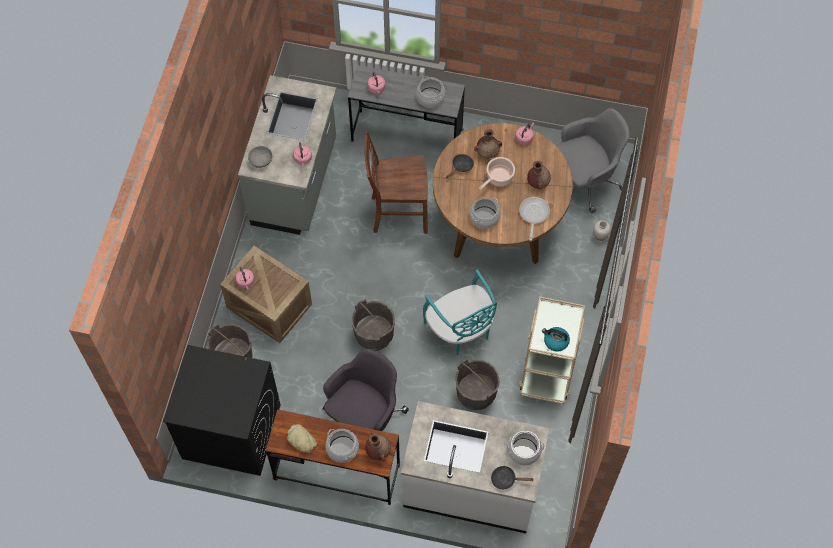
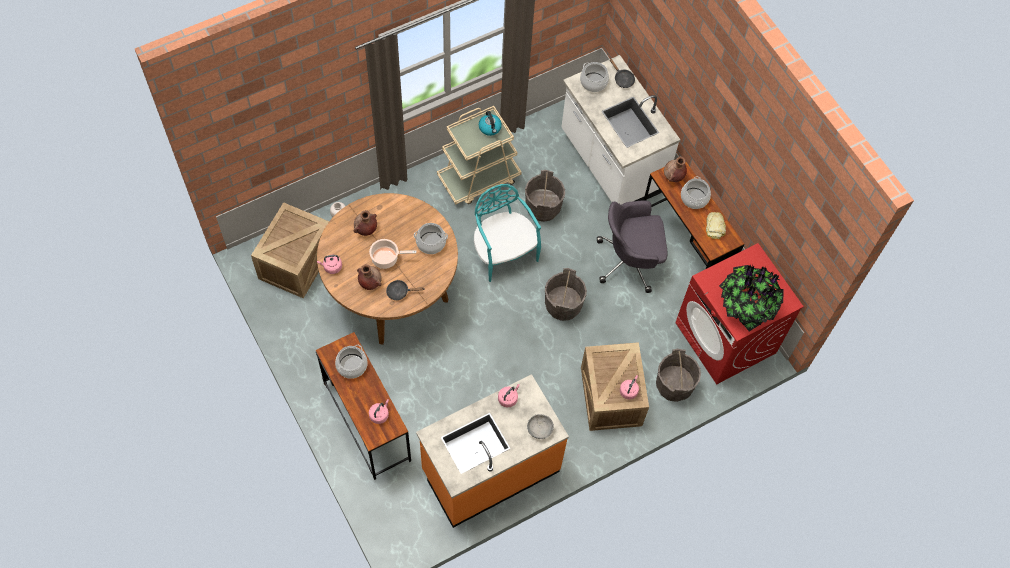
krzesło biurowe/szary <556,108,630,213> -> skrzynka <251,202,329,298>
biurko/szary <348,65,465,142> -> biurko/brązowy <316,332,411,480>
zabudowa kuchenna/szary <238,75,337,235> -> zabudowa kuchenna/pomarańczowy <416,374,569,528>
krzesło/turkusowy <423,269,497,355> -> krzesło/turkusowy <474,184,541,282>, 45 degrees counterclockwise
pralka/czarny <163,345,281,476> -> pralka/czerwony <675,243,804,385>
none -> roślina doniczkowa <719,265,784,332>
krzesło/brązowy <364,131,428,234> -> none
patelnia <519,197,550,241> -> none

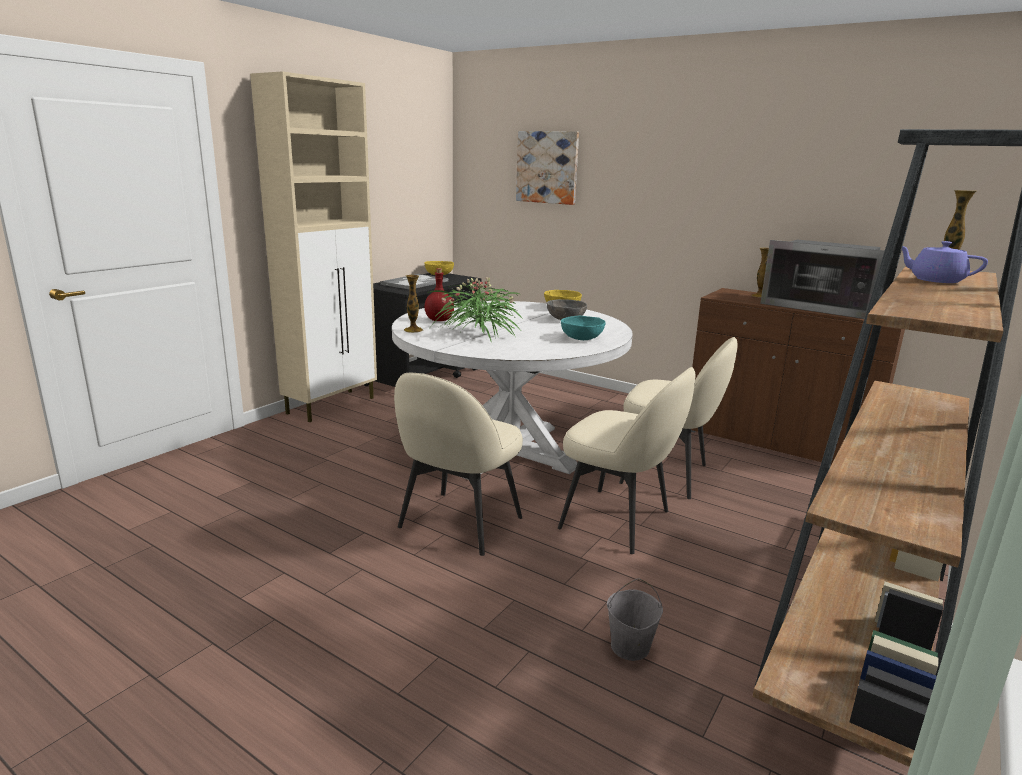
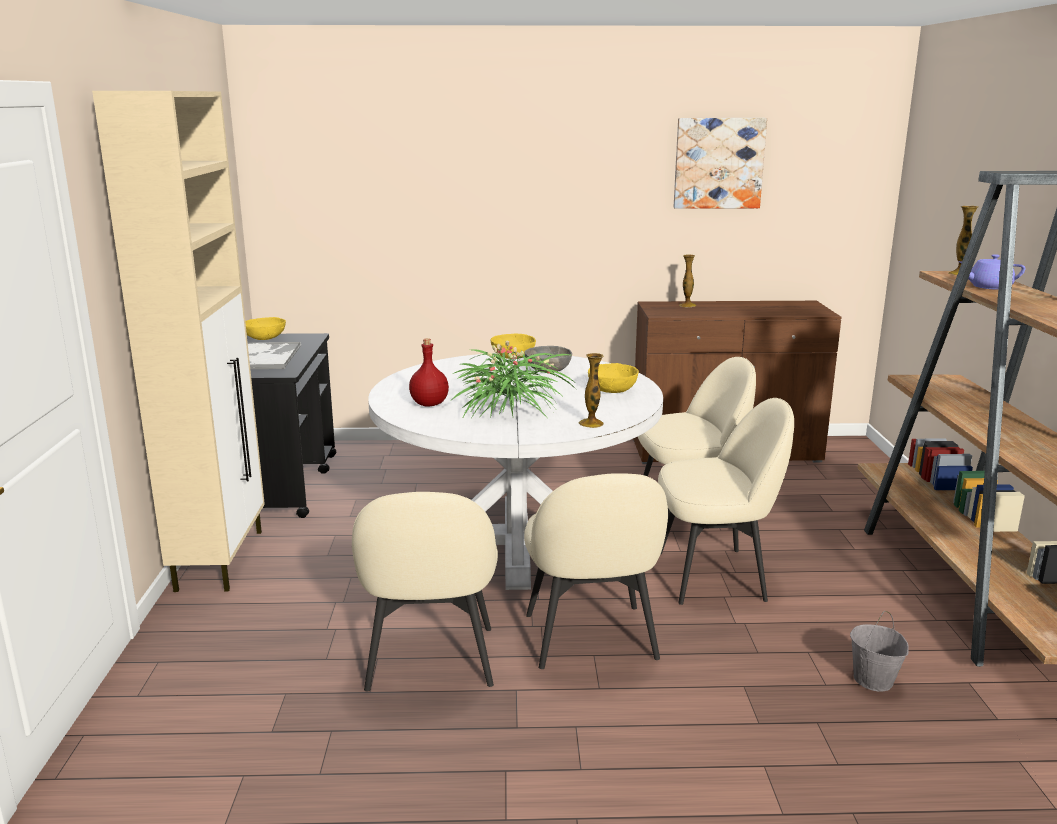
none -> krzesło/beżowy <352,492,498,691>
wazon <404,275,423,333> -> wazon <579,353,604,428>, shifted
miska/turkusowy <561,316,606,340> -> miska/żółty <588,363,639,393>
obraz <516,131,579,205> -> obraz <674,118,767,209>, shifted
mikrofalówka <760,240,885,319> -> none

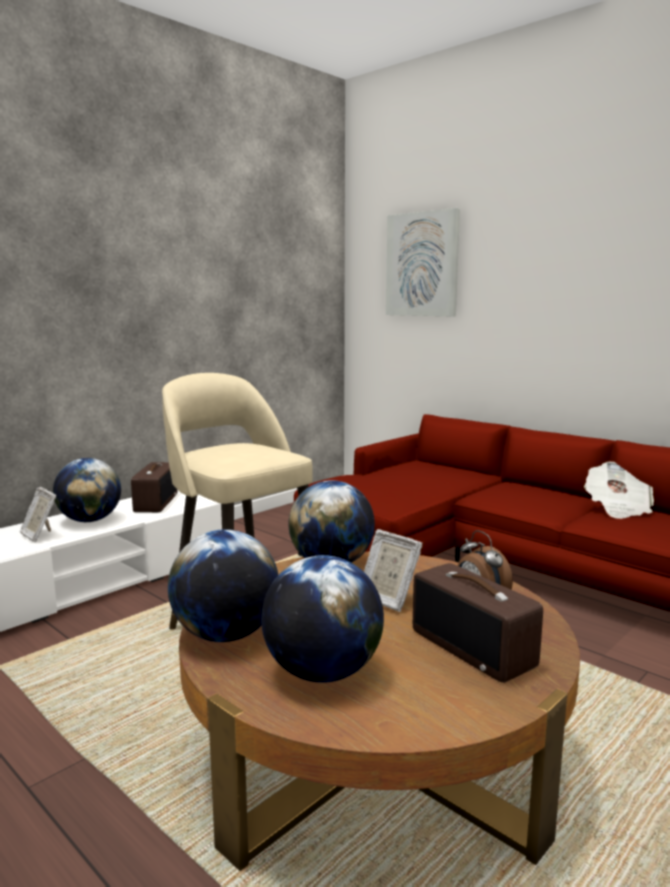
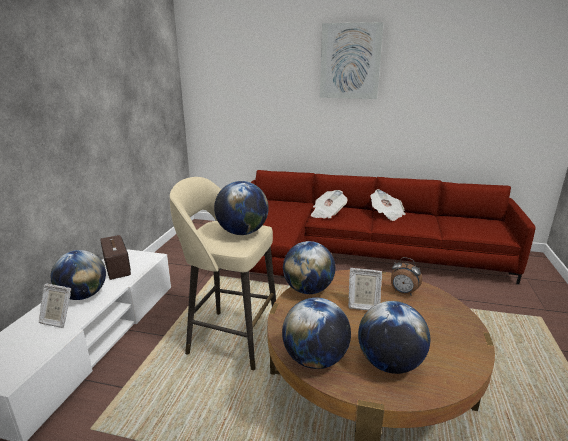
none -> globus <214,181,269,235>
none -> gazeta <311,190,347,218>
obraz <386,208,460,317> -> obraz <320,22,384,99>, shifted
radio <413,563,543,683> -> none

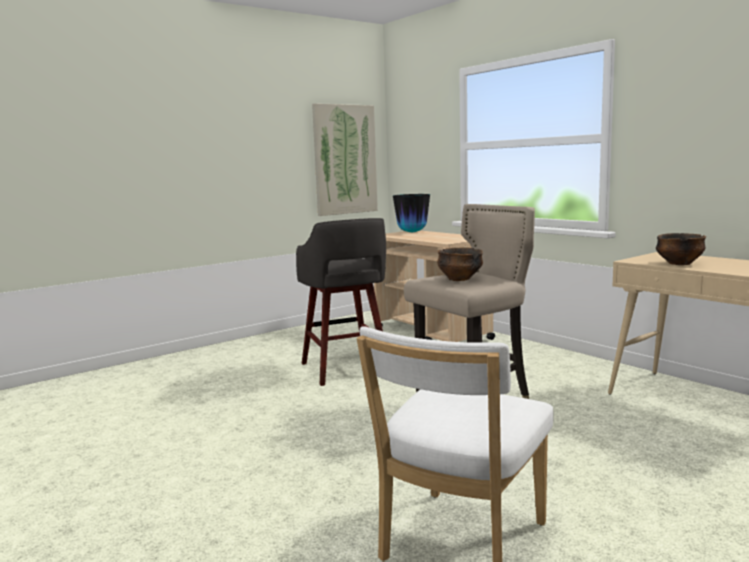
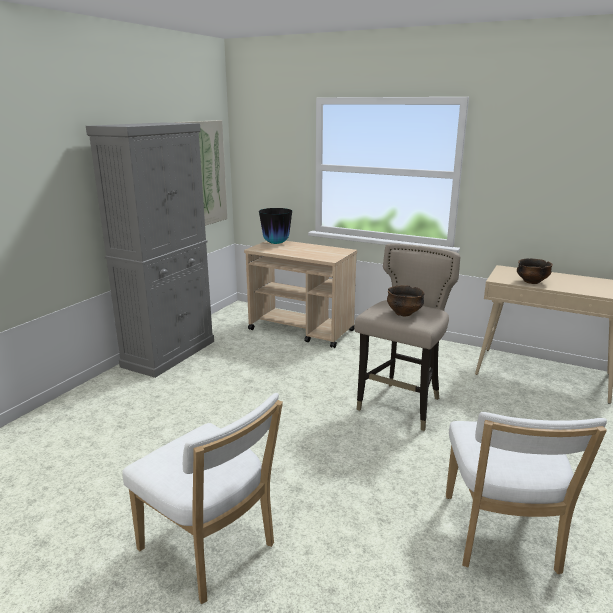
none -> szafka/szary <86,123,214,378>
none -> krzesło/biały <122,393,283,604>
stołek/szary <296,218,386,386> -> none

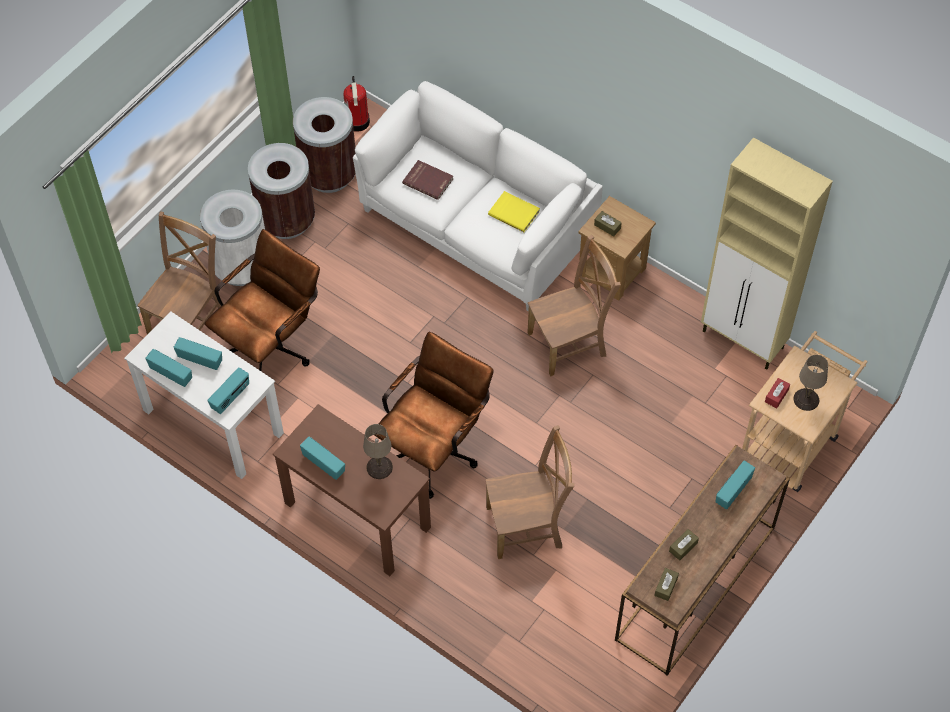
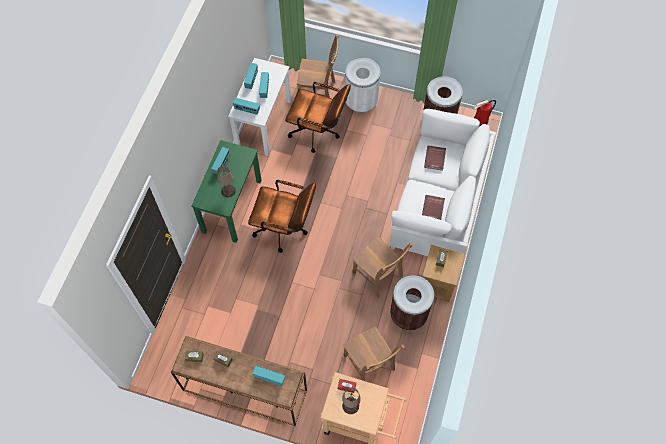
biurko/brązowy <273,404,431,576> -> biurko/zielony <191,140,262,243>
krzesło/brązowy <485,425,574,559> -> krzesło/brązowy <343,326,405,381>, shifted
kosz na śmieci/brązowy <248,143,315,239> -> kosz na śmieci/brązowy <390,275,434,331>, shifted
książka/żółty <488,191,540,232> -> książka/czerwony <422,195,445,220>
szafka/beżowy <701,137,833,369> -> none

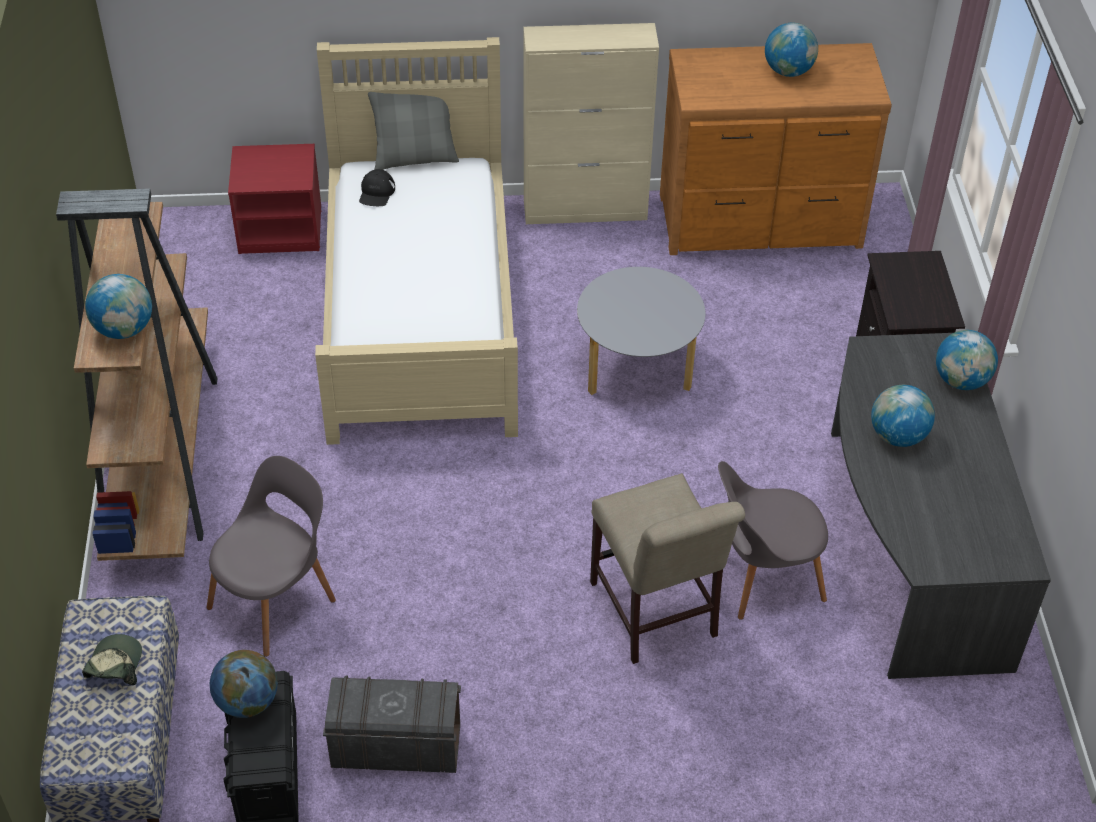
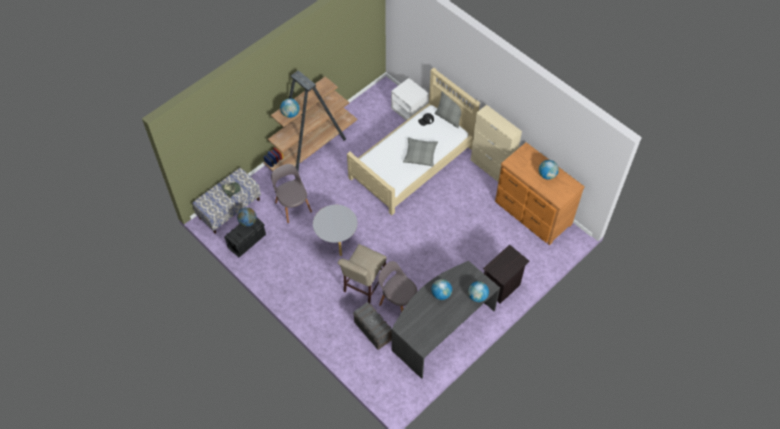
krzesło/szary <207,456,336,657> -> krzesło/szary <271,164,312,223>, 120 degrees counterclockwise
ława/szary <577,267,705,395> -> ława/szary <313,205,358,256>, shifted
pojemnik do przechowywania/szary <323,676,461,773> -> pojemnik do przechowywania/szary <353,302,392,350>, shifted
szafka nocna/czerwony <228,144,322,254> -> szafka nocna/biały <391,78,429,120>
none -> poduszka/szary <403,138,438,167>

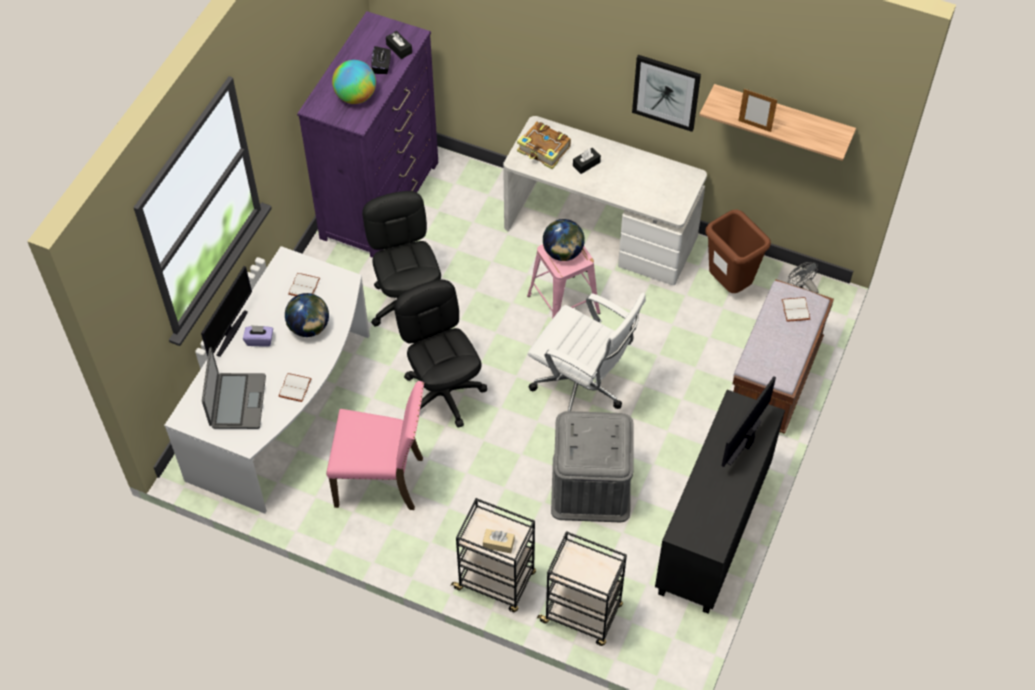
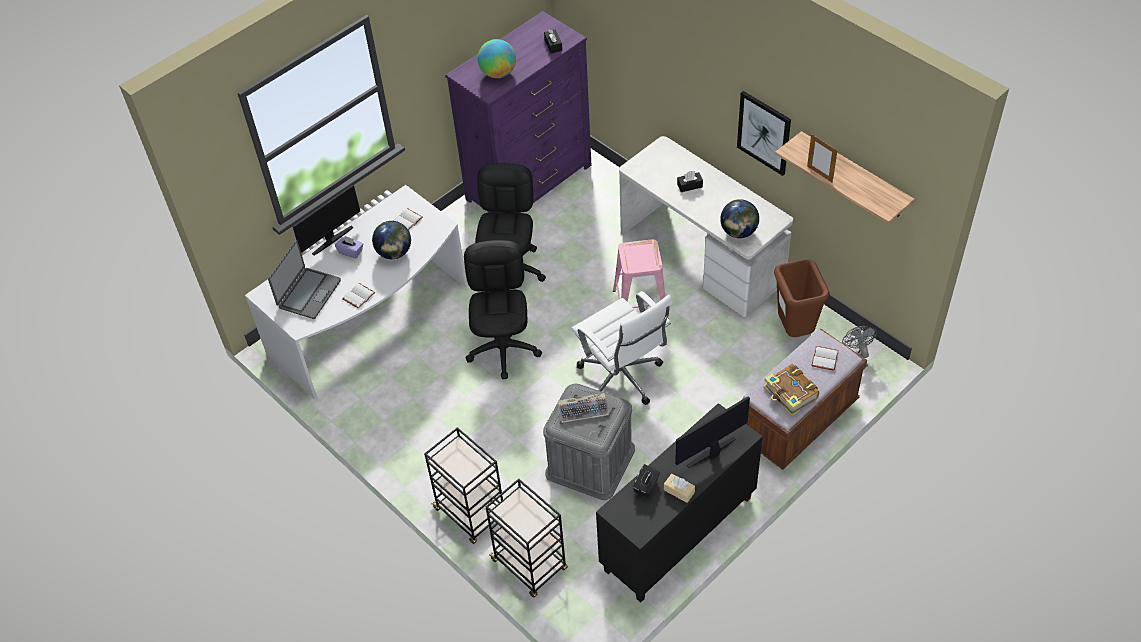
none -> klawiatura <558,393,609,423>
pudełko chusteczek/czarny <371,46,391,74> -> pudełko chusteczek/czarny <633,464,660,497>, shifted
pudełko chusteczek/beżowy <483,529,515,553> -> pudełko chusteczek/beżowy <664,474,695,503>, shifted
globus <543,219,585,261> -> globus <720,199,759,238>, shifted
książka <517,122,571,169> -> książka <764,364,820,416>, shifted
krzesło/różowy <326,381,424,510> -> none

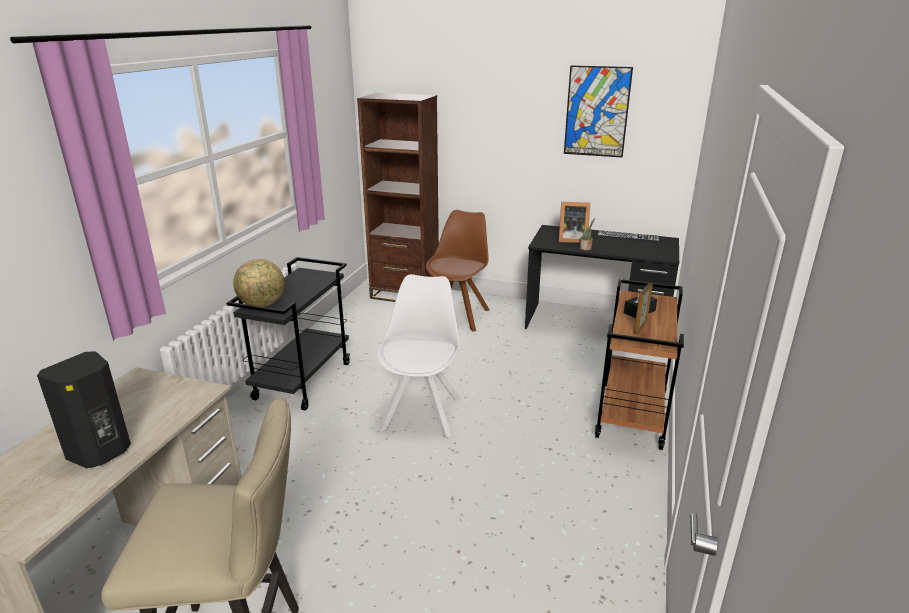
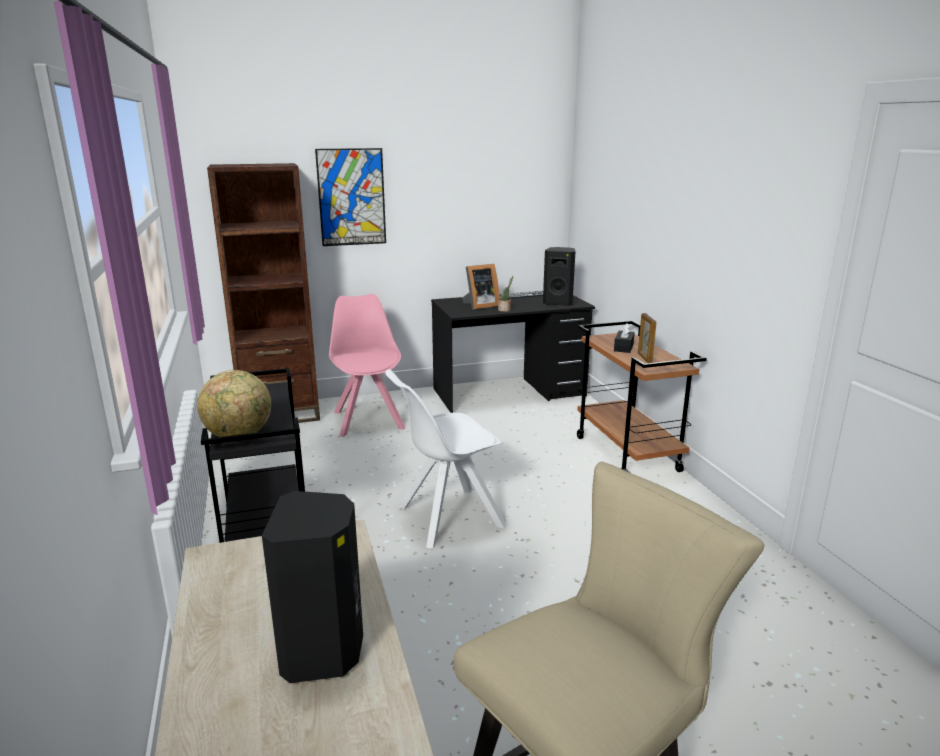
obraz <564,66,633,158> -> obraz <315,148,386,246>, shifted
krzesło/brązowy <426,210,489,332> -> krzesło/różowy <329,294,405,437>
krzesło/biały <378,274,460,438> -> krzesło/biały <386,369,507,549>, 90 degrees counterclockwise
none -> głośnik/czarny <543,247,575,306>

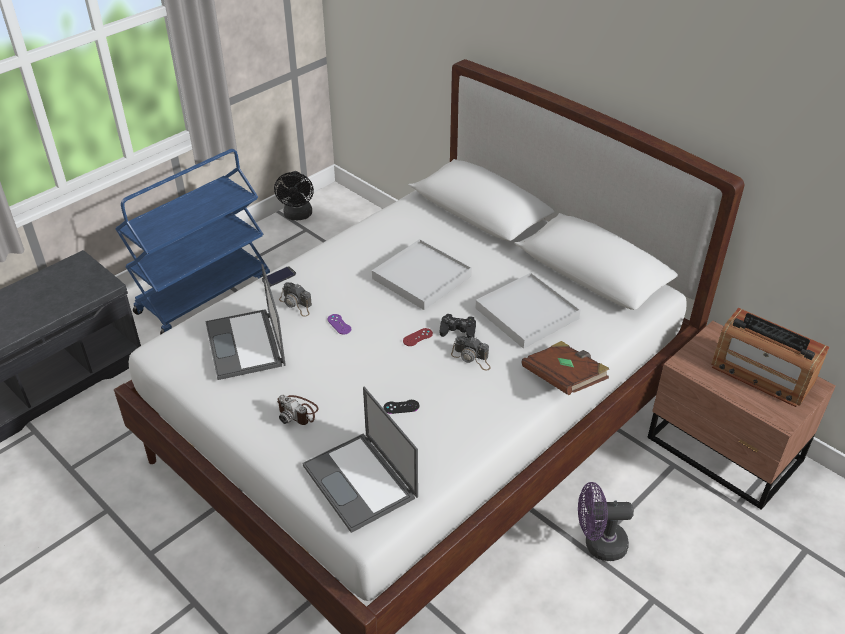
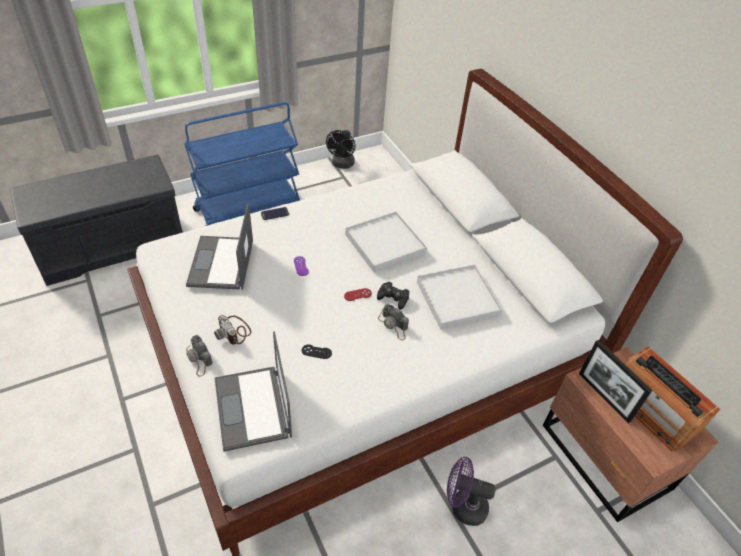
aparat fotograficzny <279,282,312,317> -> aparat fotograficzny <186,335,212,377>, shifted
none -> ramka na zdjęcie <579,340,652,423>
książka/brązowy <522,341,609,395> -> none

